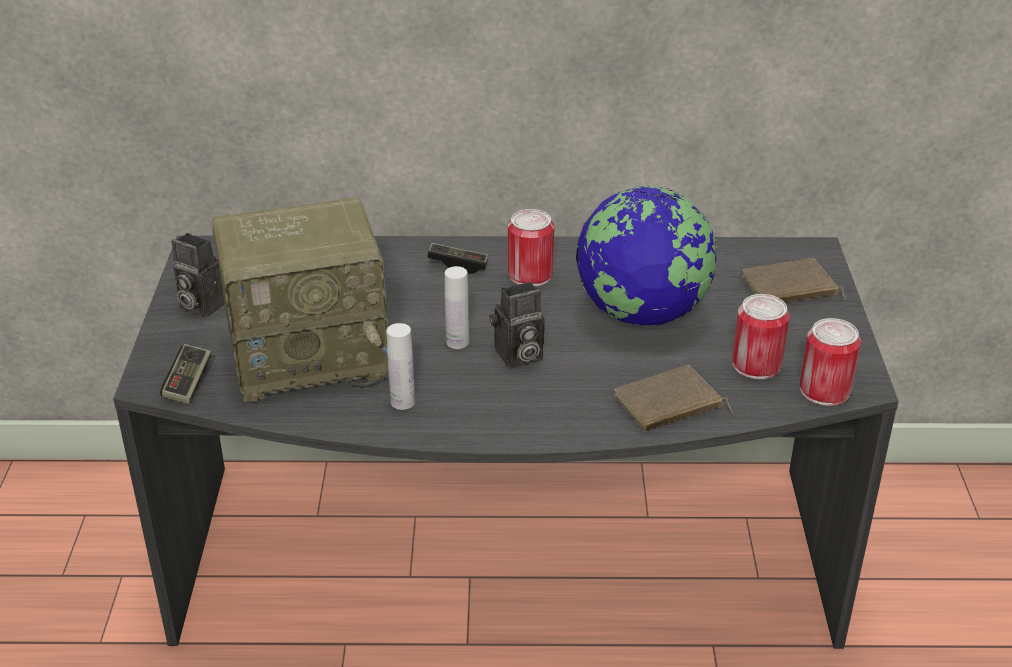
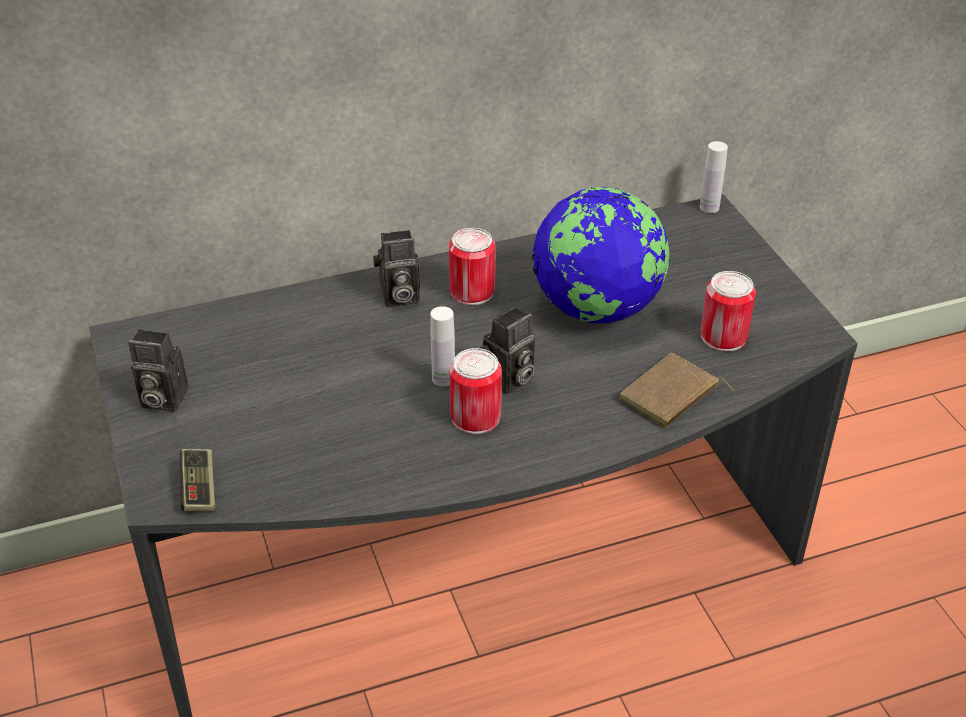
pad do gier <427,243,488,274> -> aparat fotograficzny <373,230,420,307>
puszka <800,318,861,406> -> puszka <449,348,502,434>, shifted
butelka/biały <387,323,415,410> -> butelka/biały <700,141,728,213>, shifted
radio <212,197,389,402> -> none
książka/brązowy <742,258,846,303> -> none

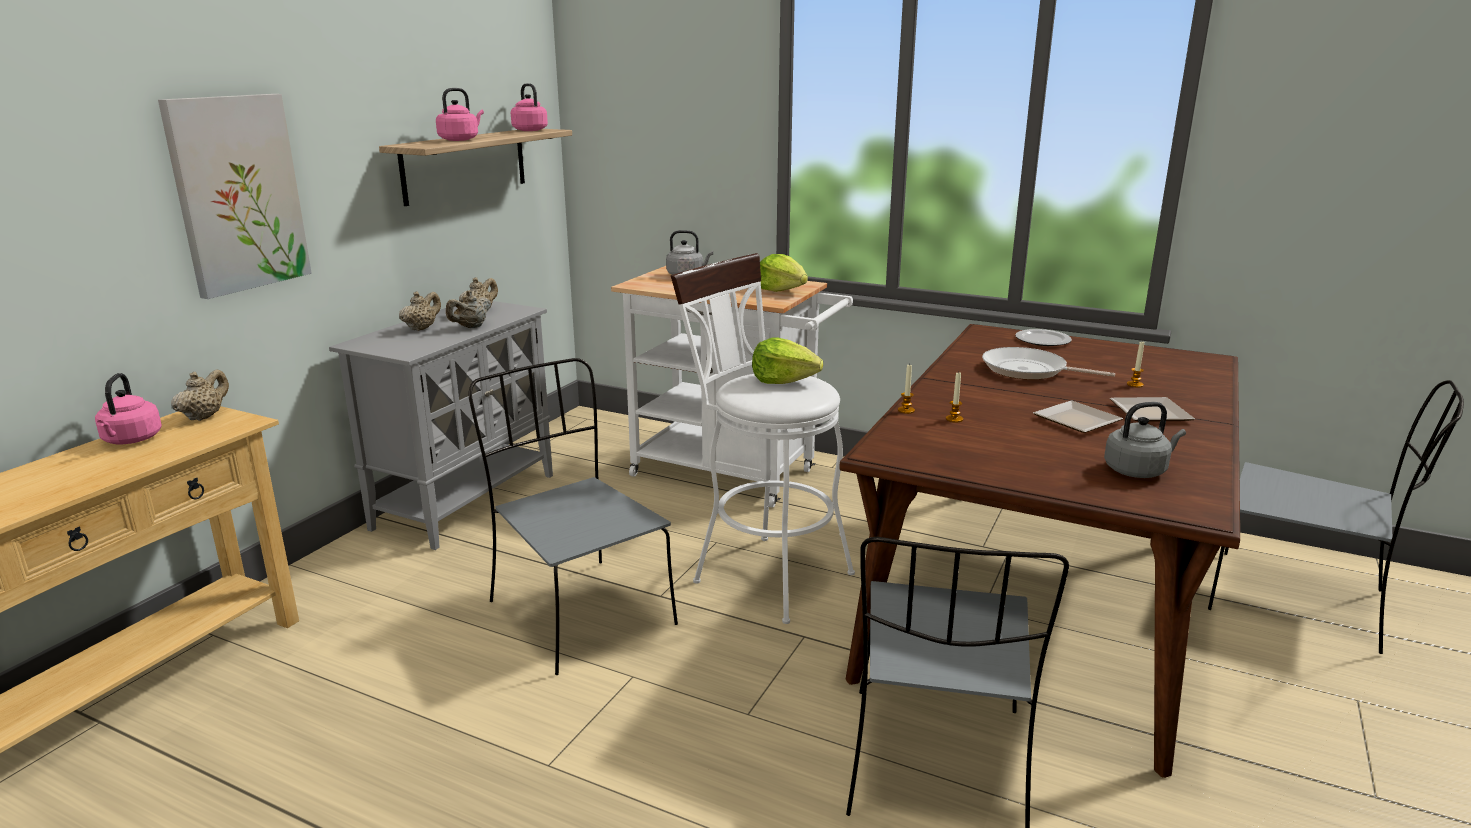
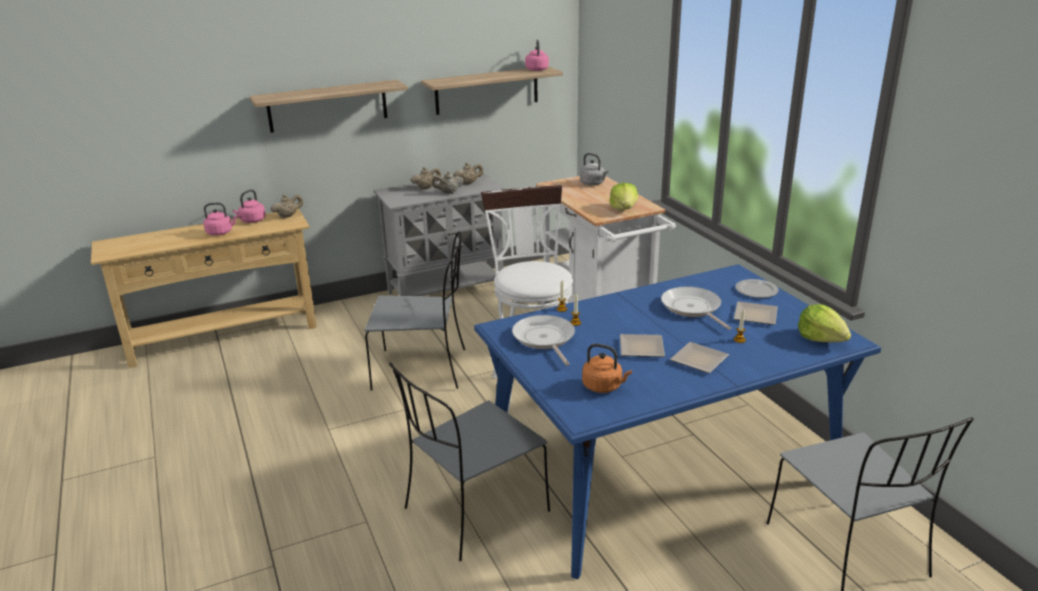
czajnik/różowy <436,88,484,141> -> czajnik/różowy <203,202,238,236>, shifted
obraz <158,94,312,299> -> półka <250,80,408,133>
krzesło/szary <468,358,678,675> -> krzesło/szary <365,231,465,390>, 90 degrees clockwise
stół jadalny/brązowy <839,324,1240,778> -> stół jadalny/niebieski <474,264,881,579>
none -> patelnia <512,315,575,366>
czajnik/szary <1104,402,1186,478> -> czajnik/pomarańczowy <582,343,632,393>
none -> talerz <734,301,778,325>
sałata <752,338,823,384> -> sałata <798,304,851,342>, shifted

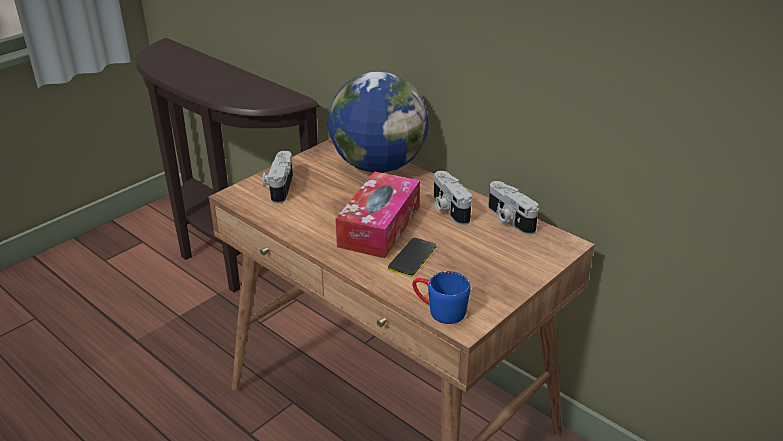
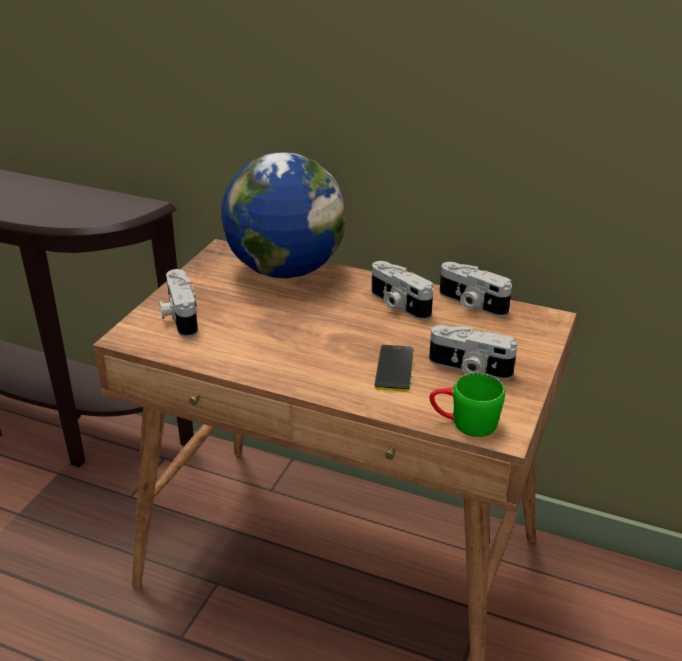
none -> aparat fotograficzny <429,325,517,380>
kubek/niebieski <412,271,471,324> -> kubek/zielony <429,373,505,437>
pudełko chusteczek <335,171,420,258> -> none

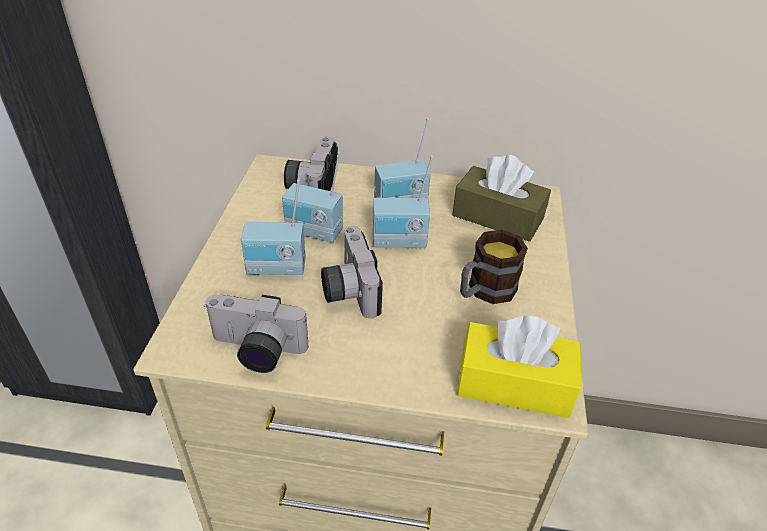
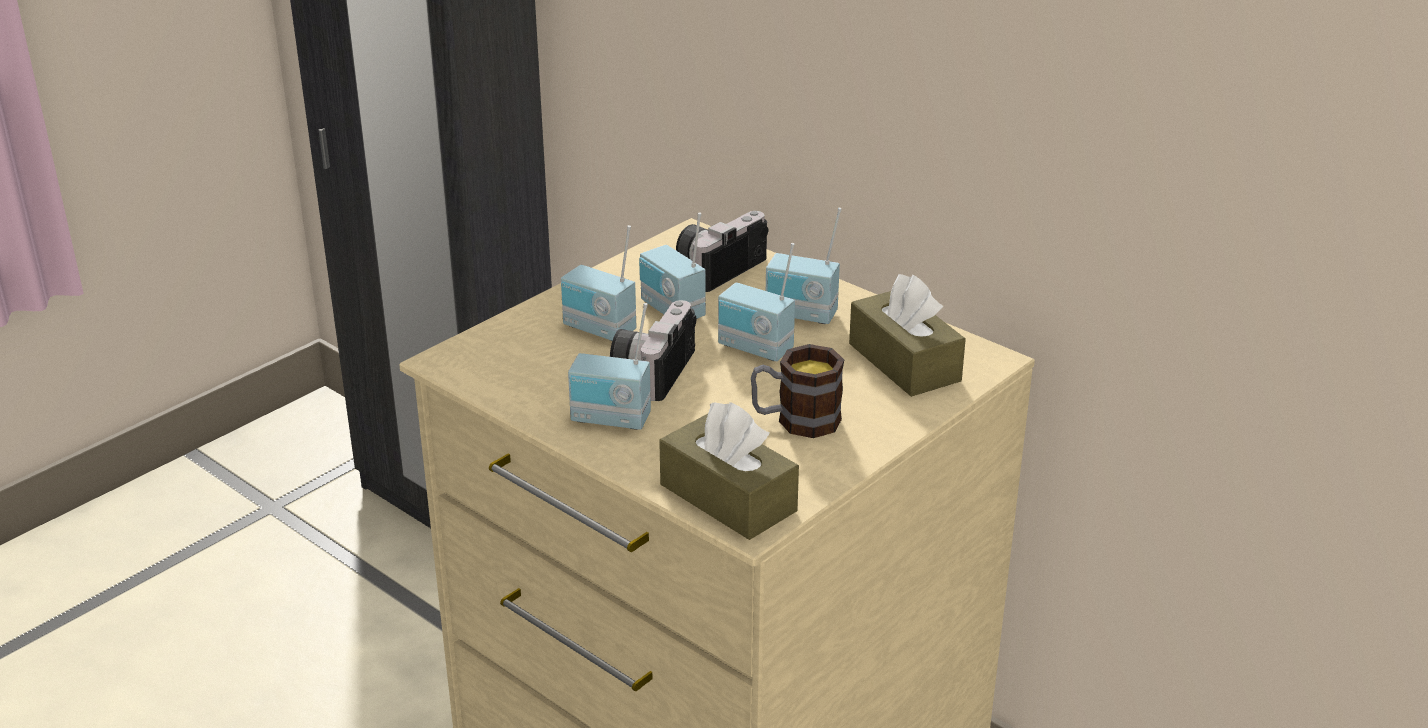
none -> radio <568,303,651,430>
pudełko chusteczek/żółty <457,316,582,418> -> pudełko chusteczek/brązowy <659,402,799,540>
aparat fotograficzny <204,294,308,373> -> none

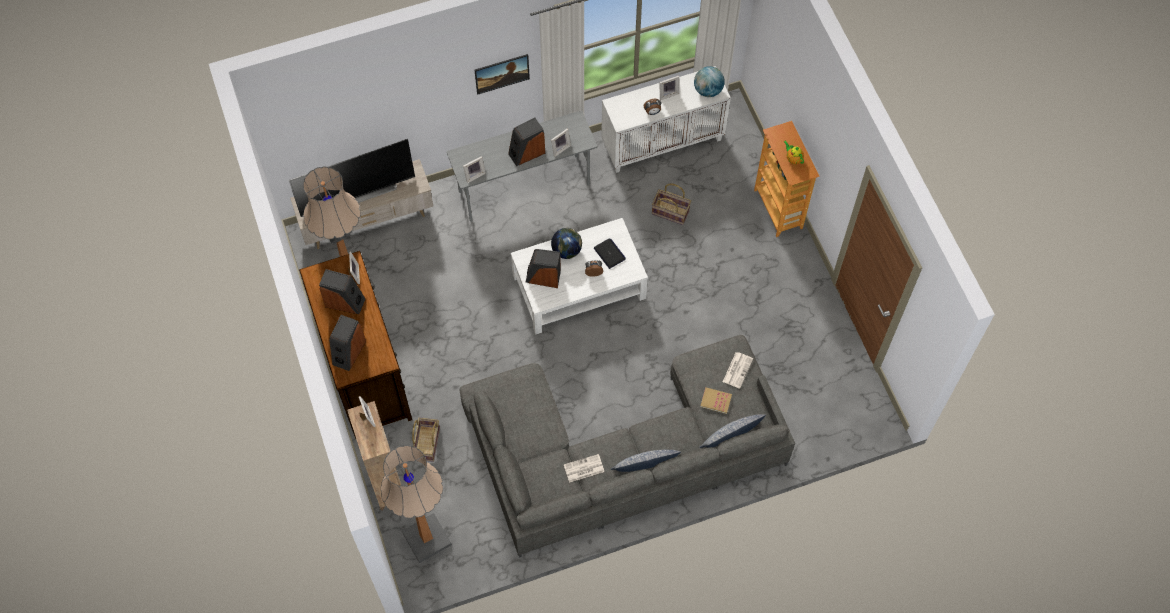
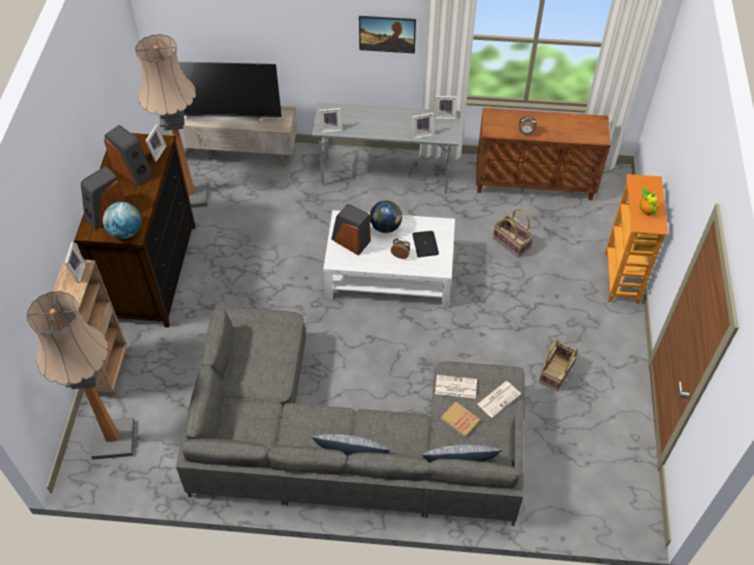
globus <694,66,725,97> -> globus <103,202,141,239>, shifted
ramka na zdjęcie <659,76,679,101> -> ramka na zdjęcie <435,96,457,119>, shifted
gazeta <564,454,604,483> -> gazeta <435,375,477,398>, shifted
szafka/biały <601,66,731,173> -> szafka/brązowy <476,108,611,200>
koszyk <412,417,440,462> -> koszyk <539,339,579,391>, shifted
głośnik <508,118,545,166> -> none

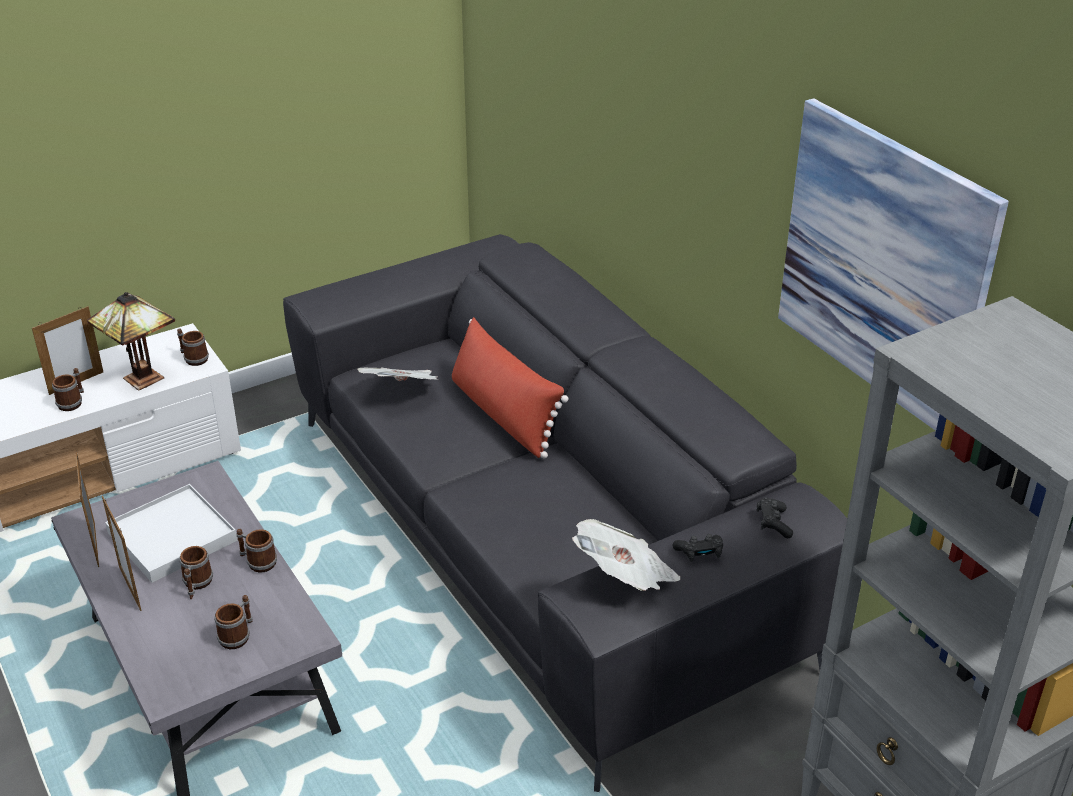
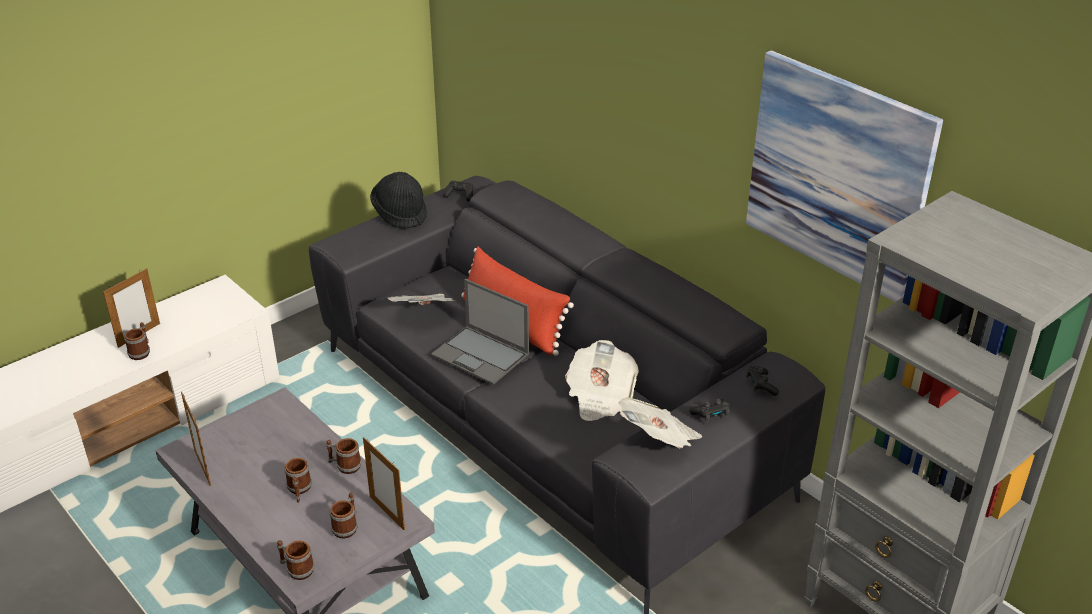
kubek <177,329,209,366> -> kubek <277,540,314,580>, shifted
ramka na zdjęcie <102,496,141,611> -> ramka na zdjęcie <363,437,405,531>, shifted
none -> kapelusz/czarny <370,172,427,229>
none -> laptop <431,279,529,385>
none -> pad do gier/czarny <443,180,473,202>
none -> gazeta <565,340,639,421>
lampa stołowa <87,292,175,391> -> none
taca/biały <105,484,237,583> -> none

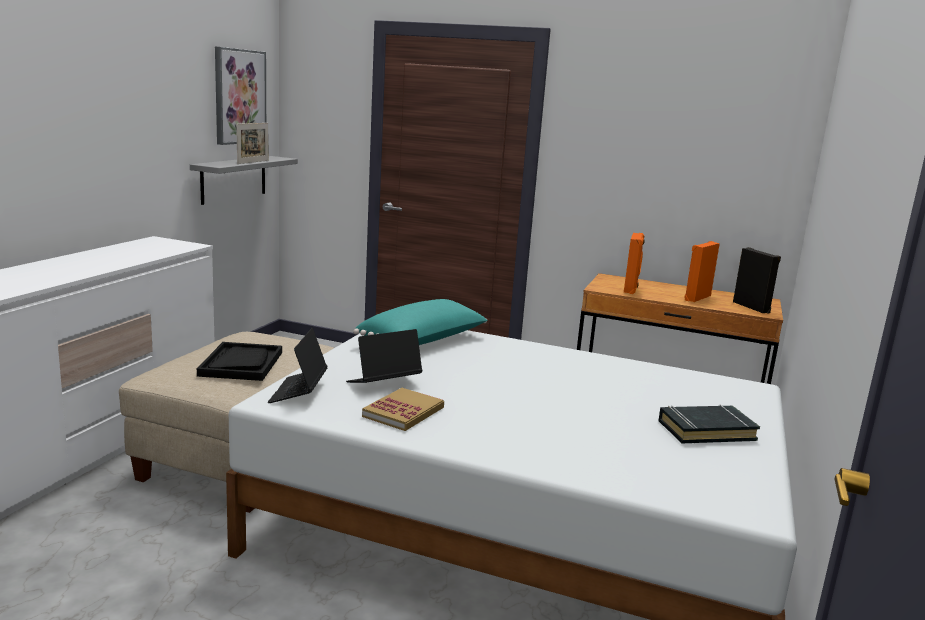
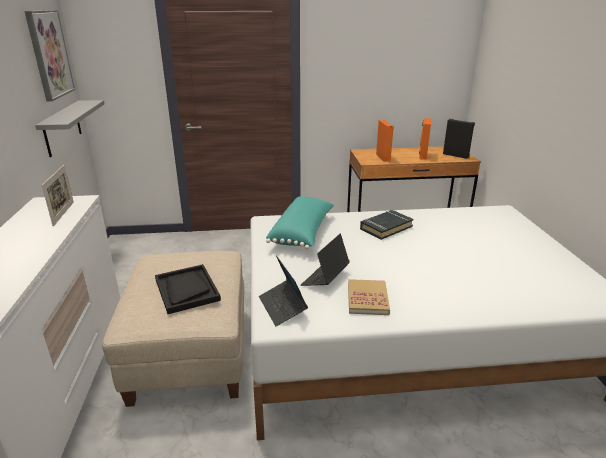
ramka na zdjęcie <236,123,268,164> -> ramka na zdjęcie <42,165,74,226>, shifted
książka/czarny <658,404,760,443> -> książka/czarny <360,210,414,240>, shifted

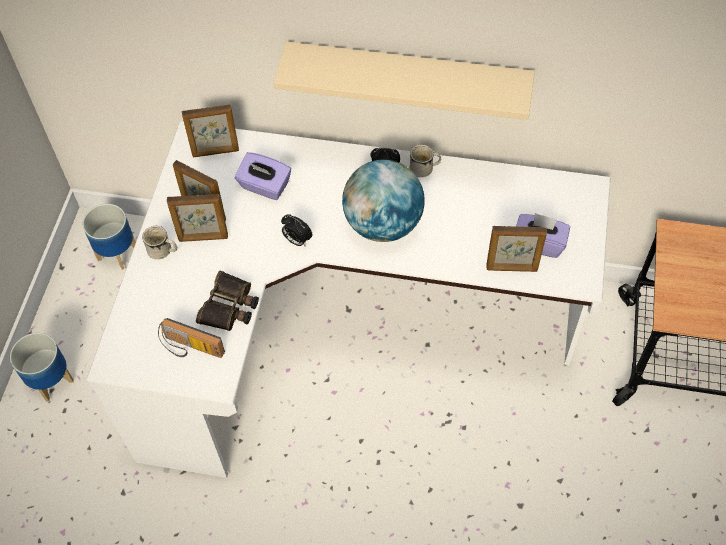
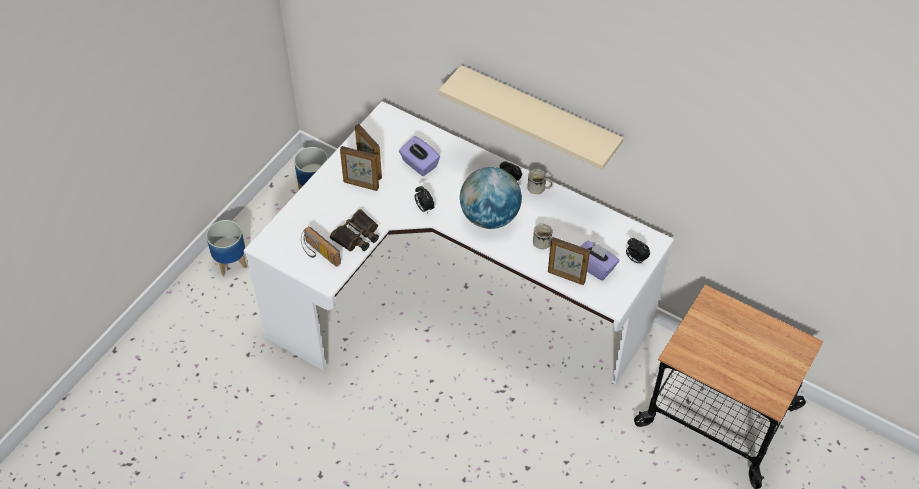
kubek/biały <142,226,177,259> -> kubek/biały <533,223,553,249>, shifted
none -> budzik <626,238,650,263>
ramka na zdjęcie <182,105,239,157> -> none

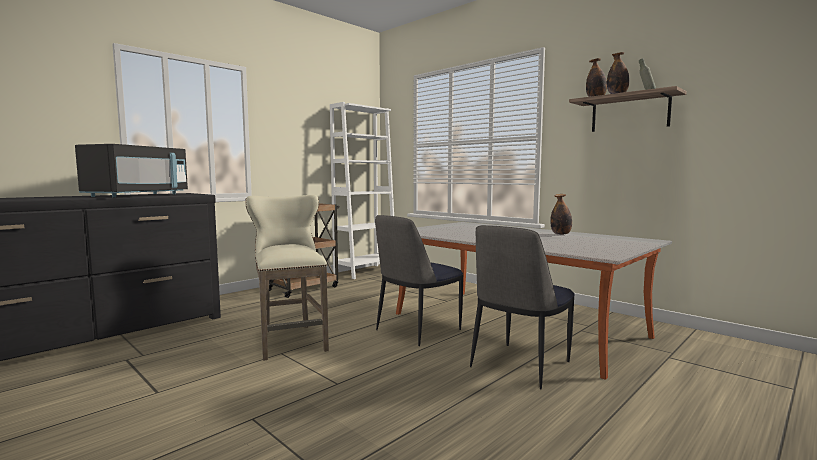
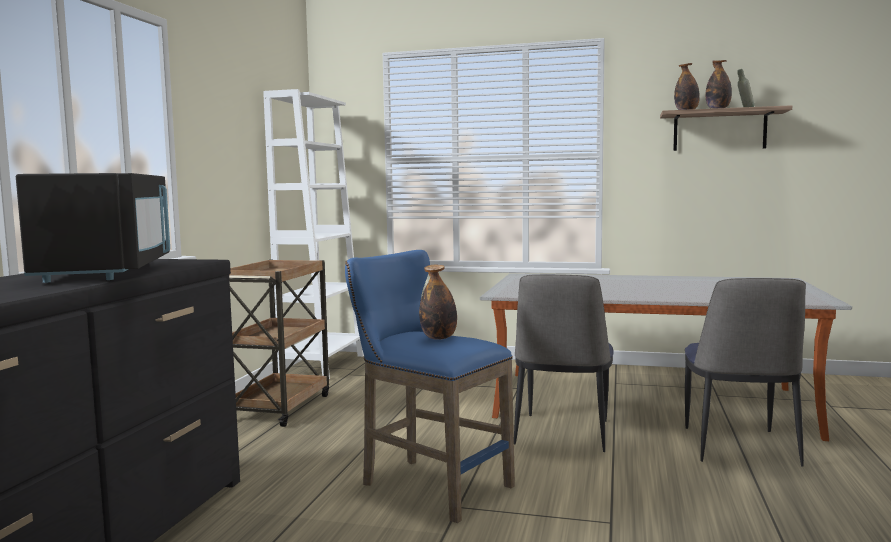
stołek/beżowy <245,195,329,361> -> stołek/niebieski <345,250,515,523>
butelka <550,194,572,235> -> butelka <419,265,457,340>, shifted

